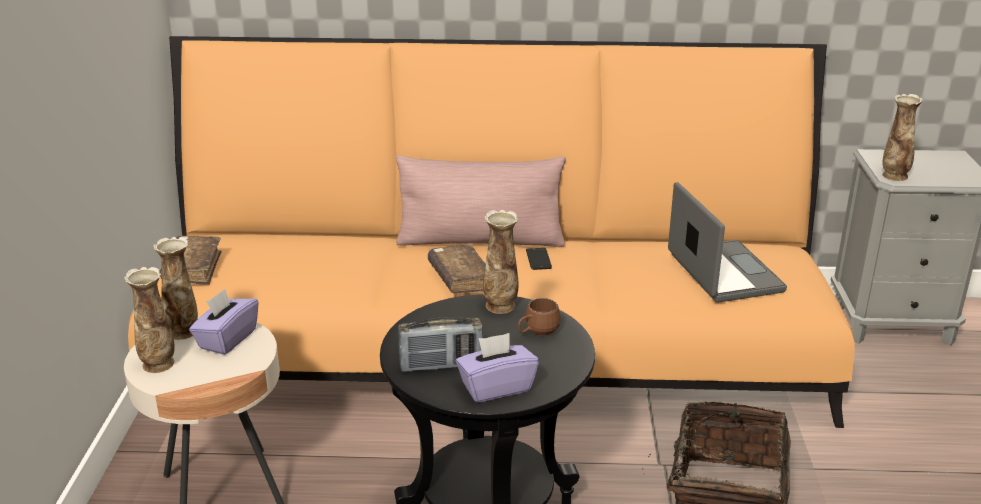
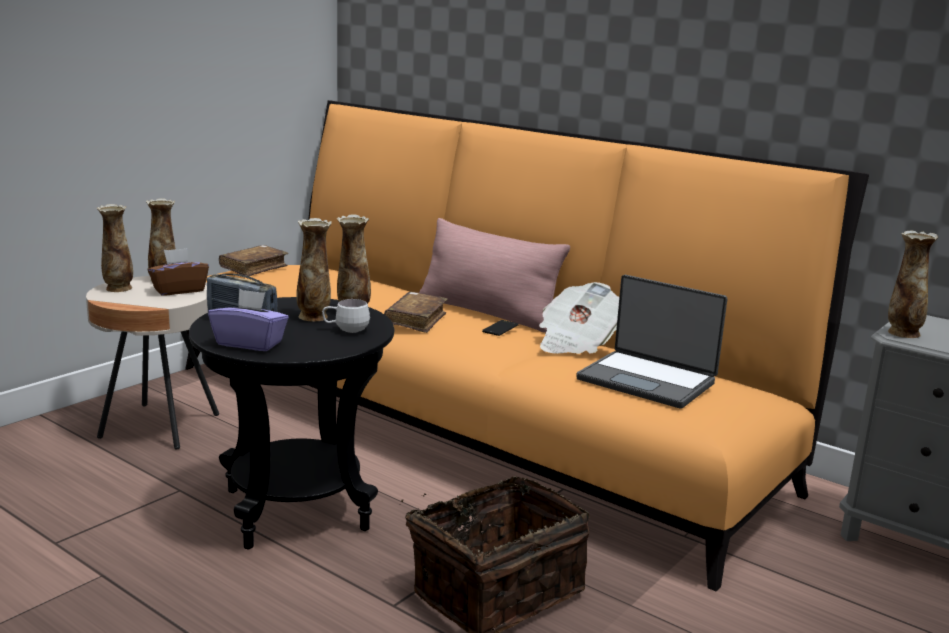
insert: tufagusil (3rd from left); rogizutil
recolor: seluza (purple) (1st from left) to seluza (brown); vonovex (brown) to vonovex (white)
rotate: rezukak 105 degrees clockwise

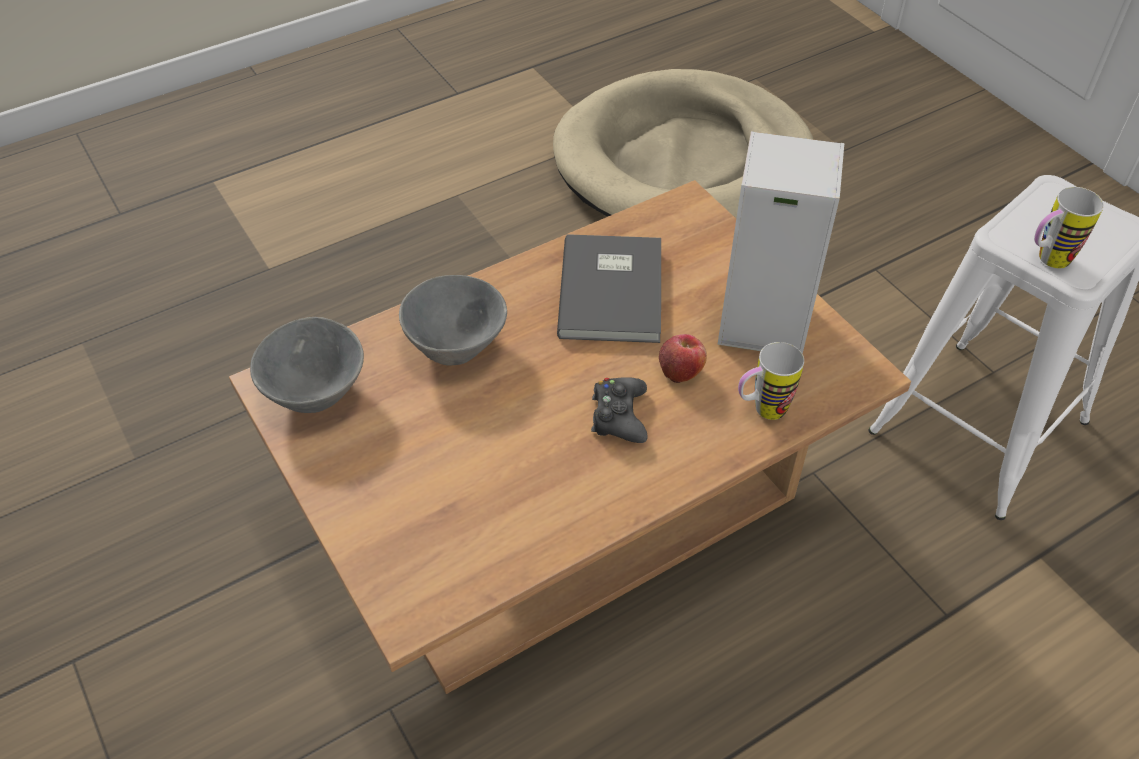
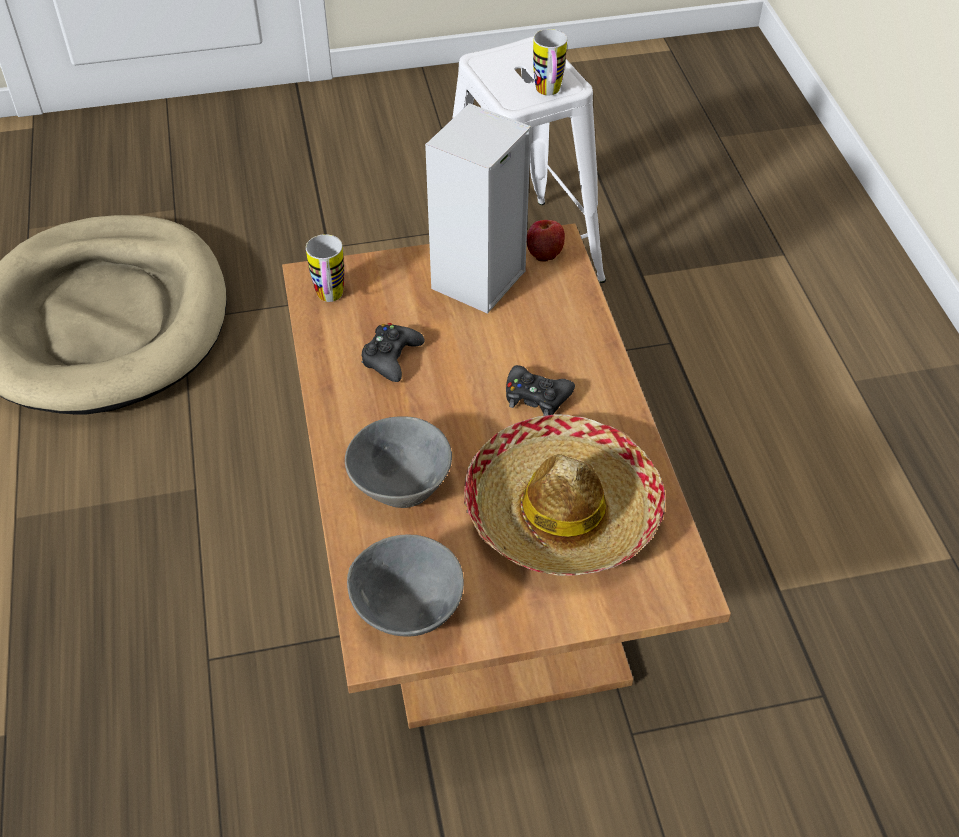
insert: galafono
move: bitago; vonovex (1st from left)
replace: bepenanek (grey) to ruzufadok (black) (1st from left)

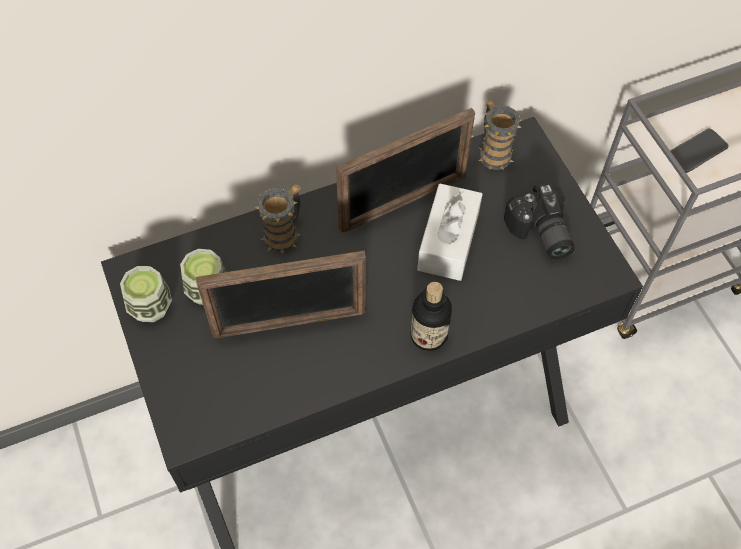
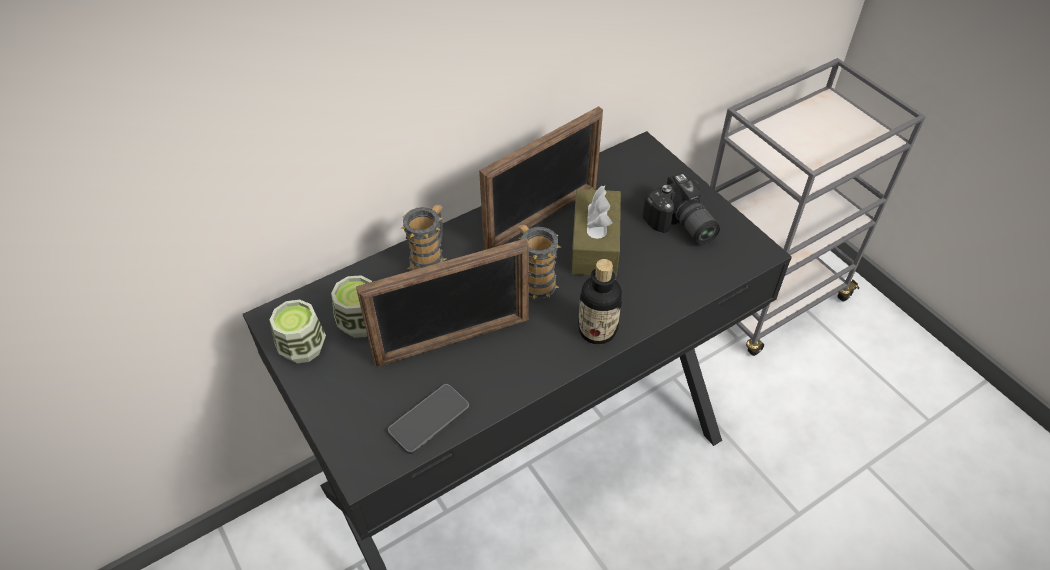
move: vonovex (2nd from left); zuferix
recolor: seluza (white) to seluza (brown)

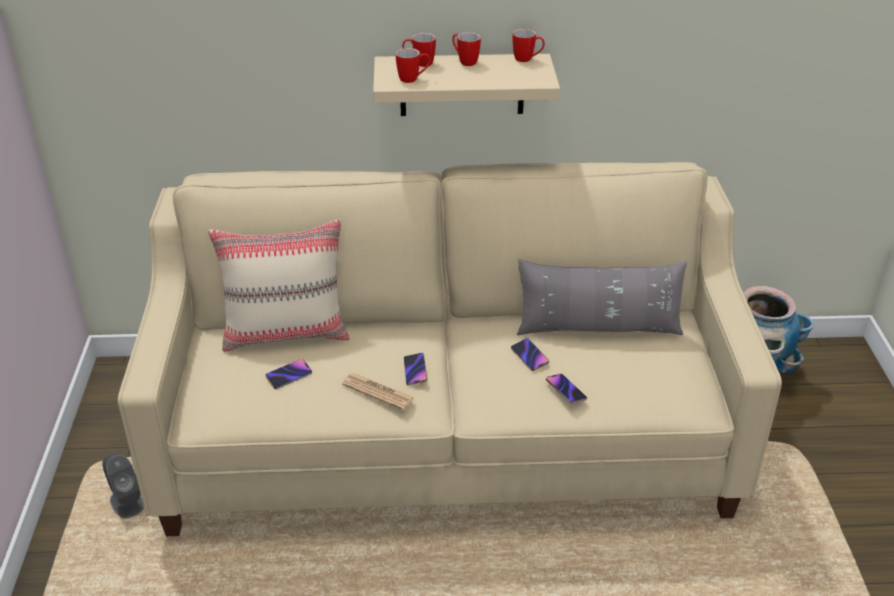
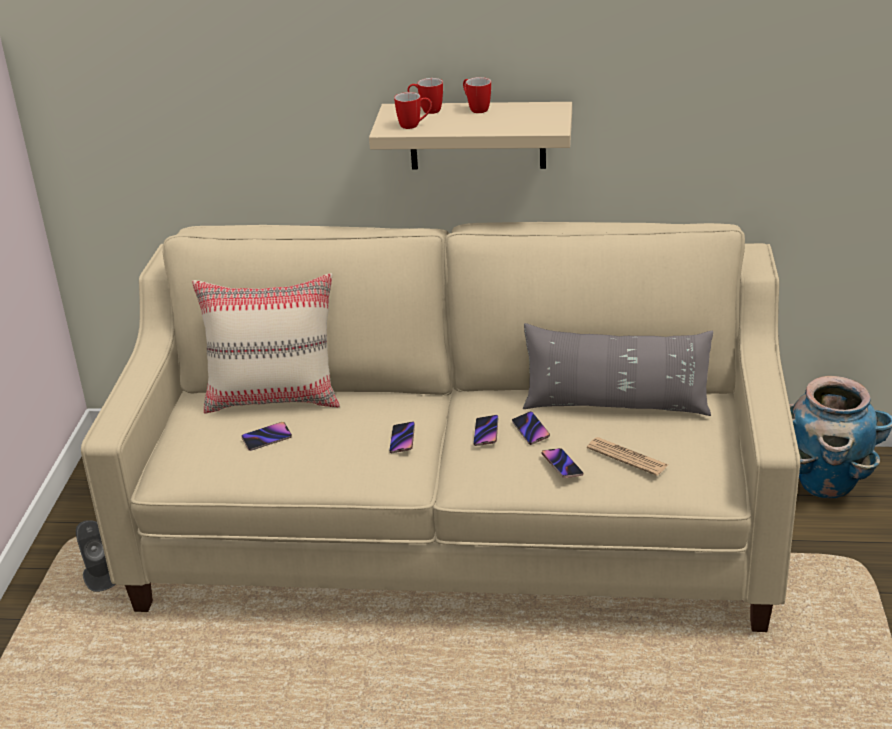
delete: vonovex (4th from left)
insert: zuferix (3rd from left)
move: rogizutil

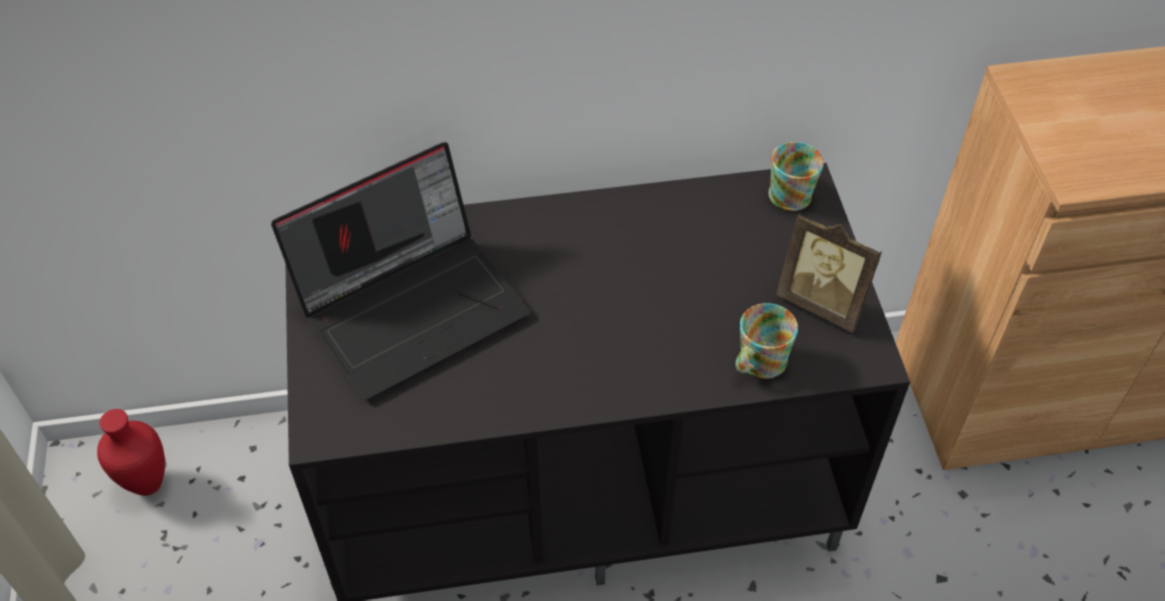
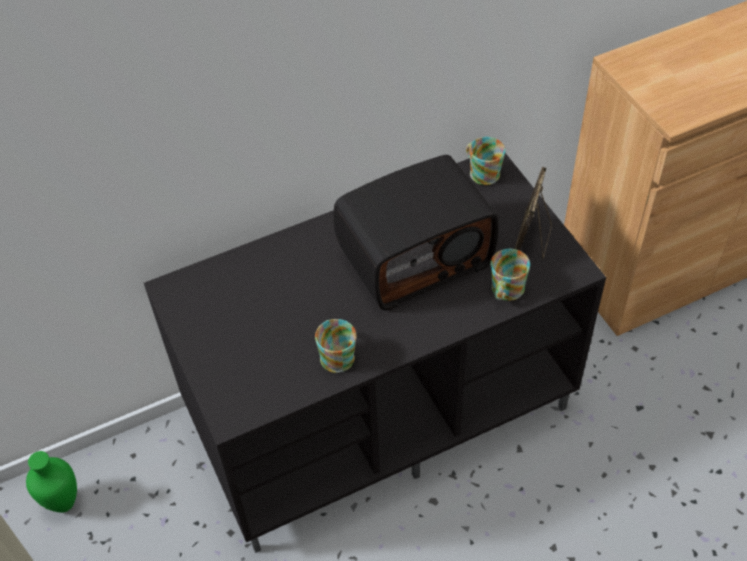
delete: rezukak
insert: vonovex (1st from left); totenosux
recolor: tufagusil (red) to tufagusil (green)
rotate: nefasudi 90 degrees clockwise

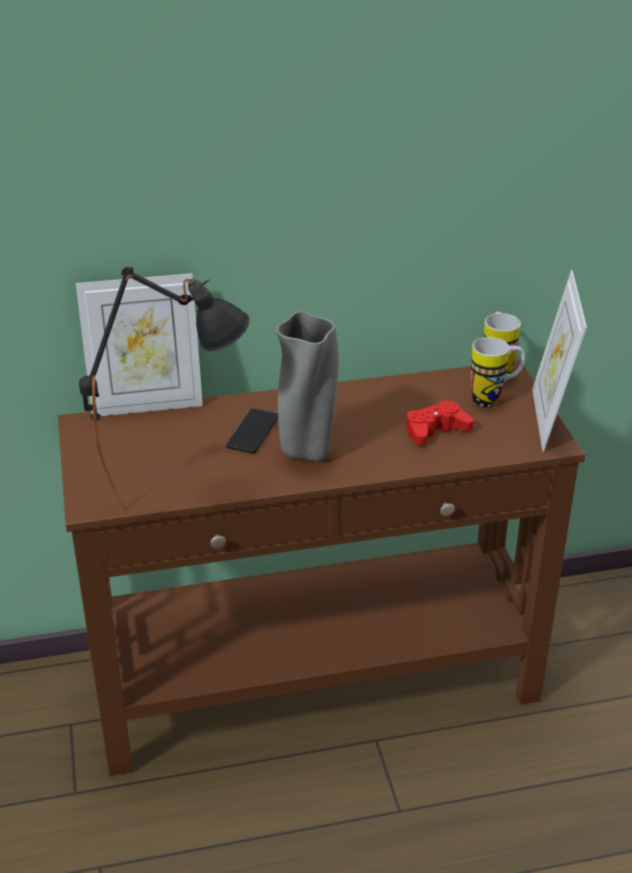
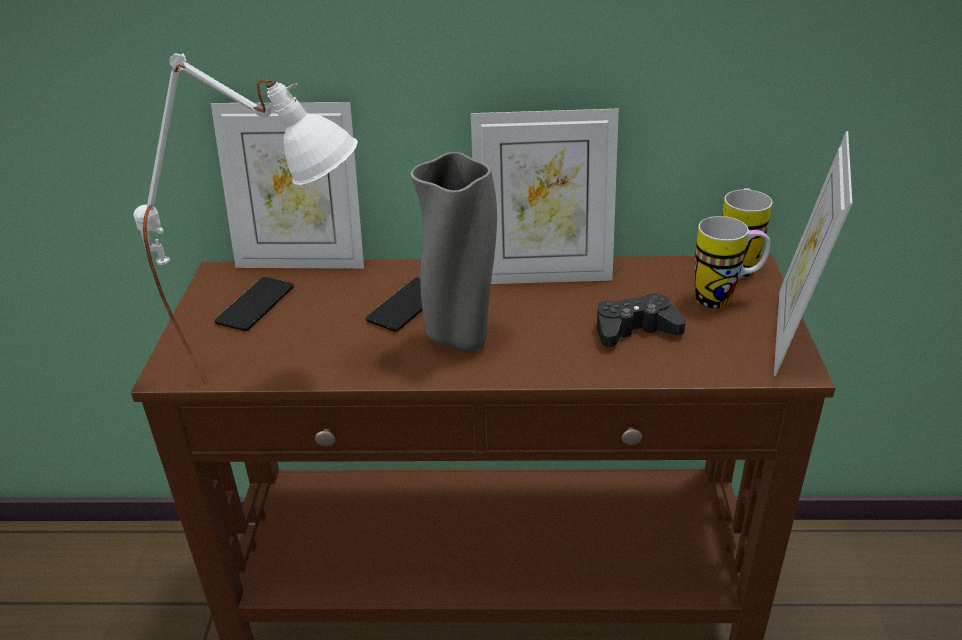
insert: zuferix (1st from left); nefasudi (2nd from left)
recolor: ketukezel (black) to ketukezel (white); ruzufadok (red) to ruzufadok (black)

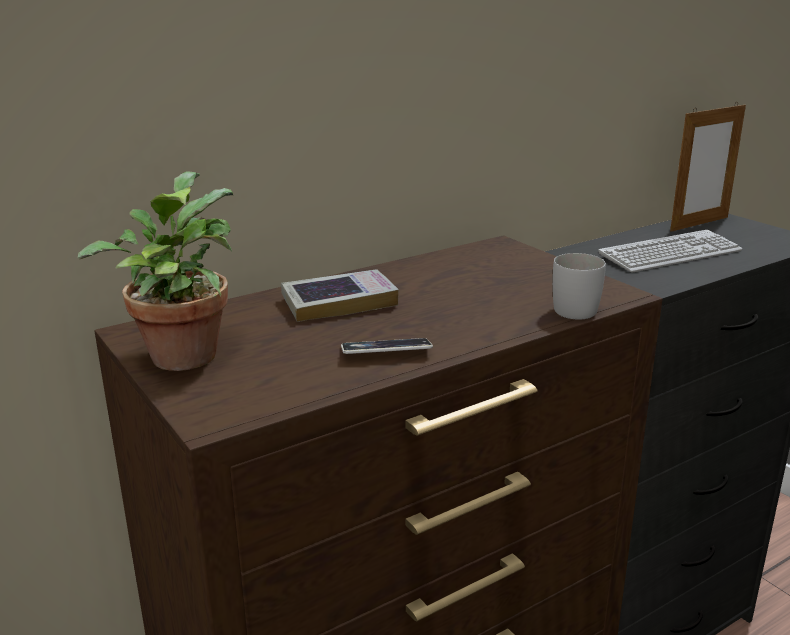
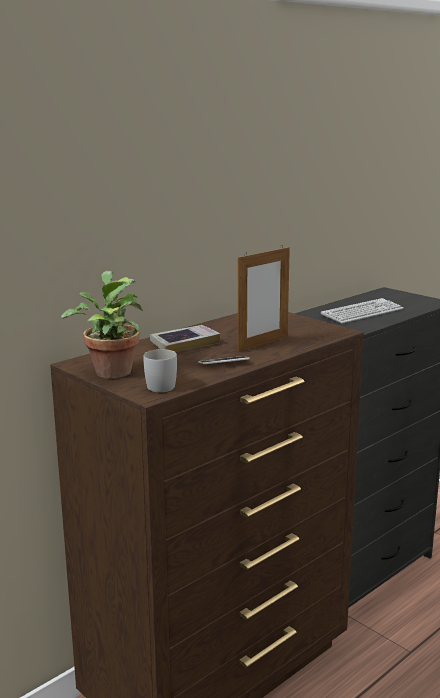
move: vonovex (white); nefasudi

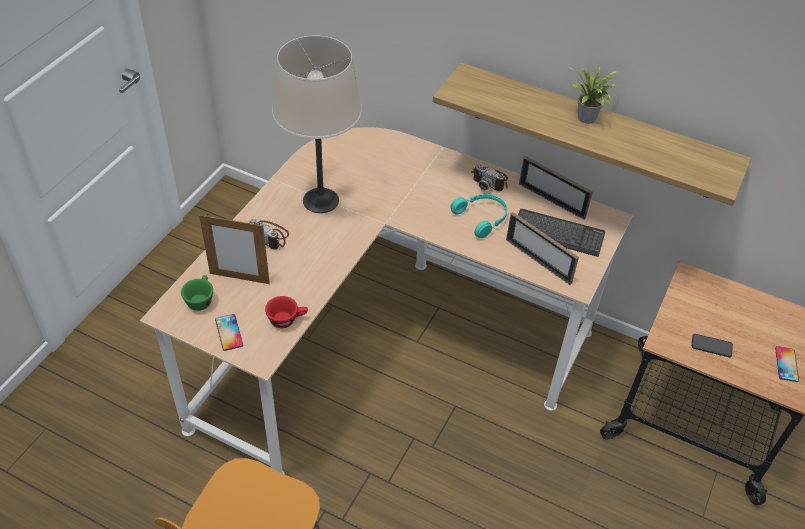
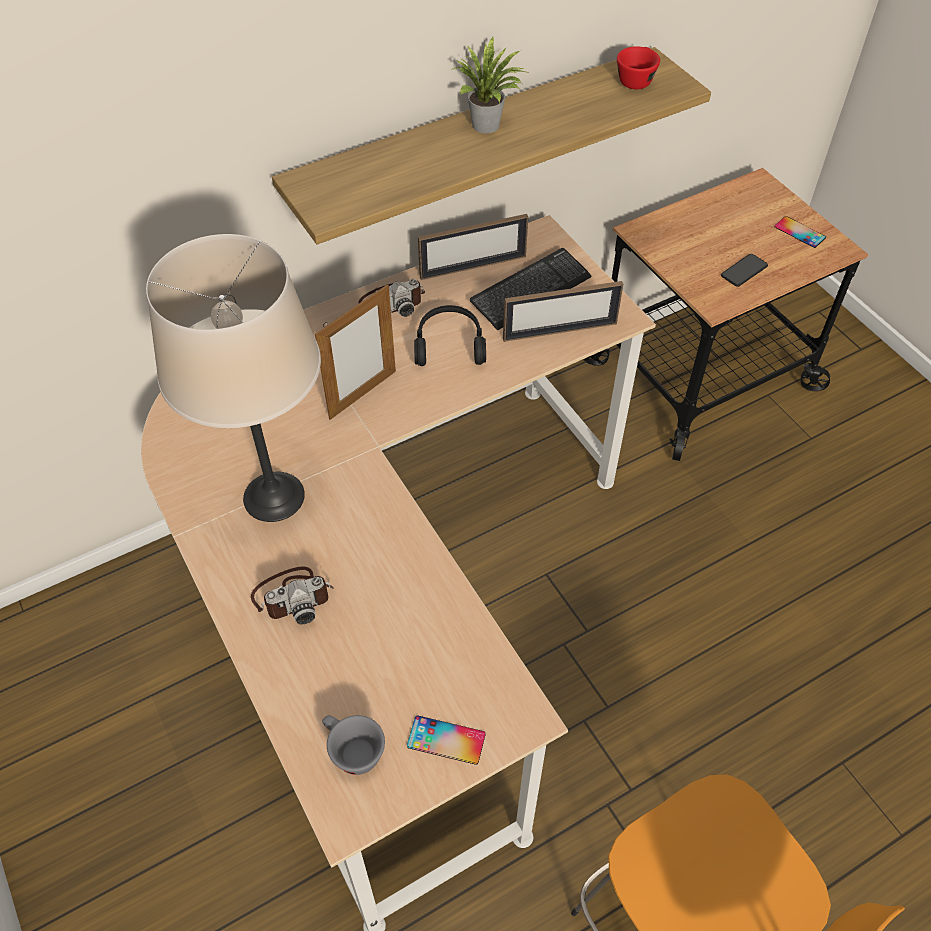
move: nefasudi (1st from left); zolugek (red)
recolor: zolugek (green) to zolugek (grey); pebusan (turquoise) to pebusan (black)

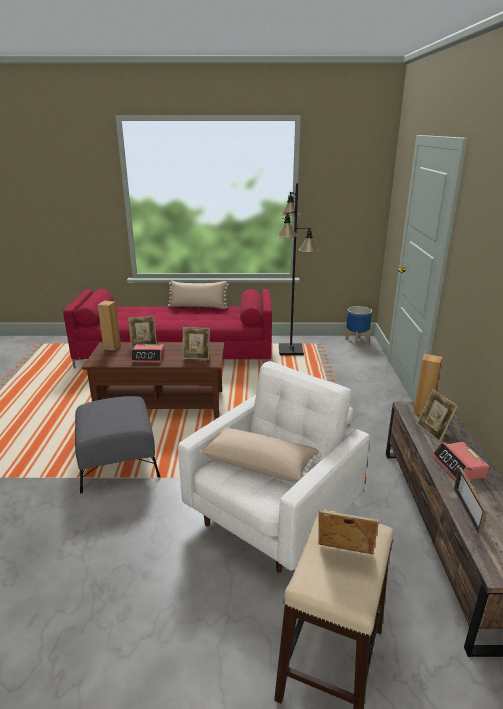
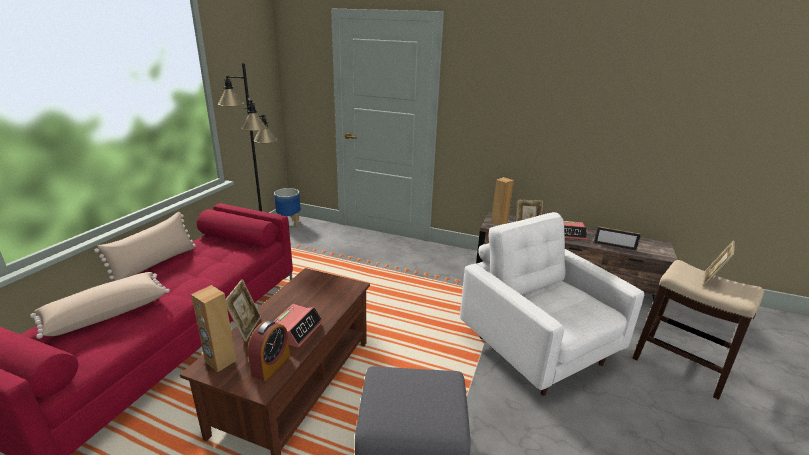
delete: nefasudi (2nd from left)
insert: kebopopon (1st from left)
move: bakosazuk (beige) (2nd from left in the first image) to bakosazuk (beige) (1st from left)

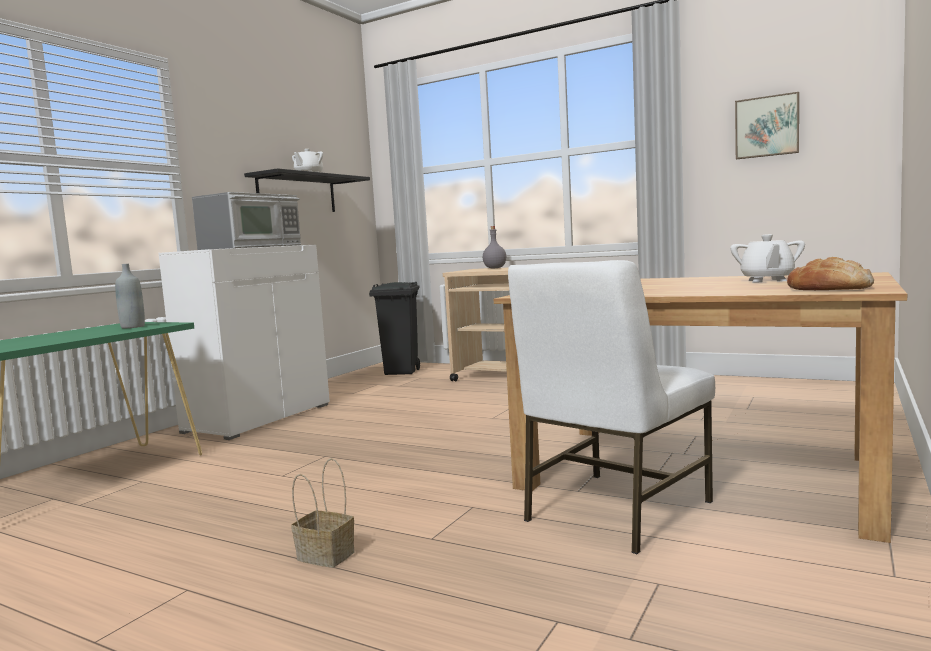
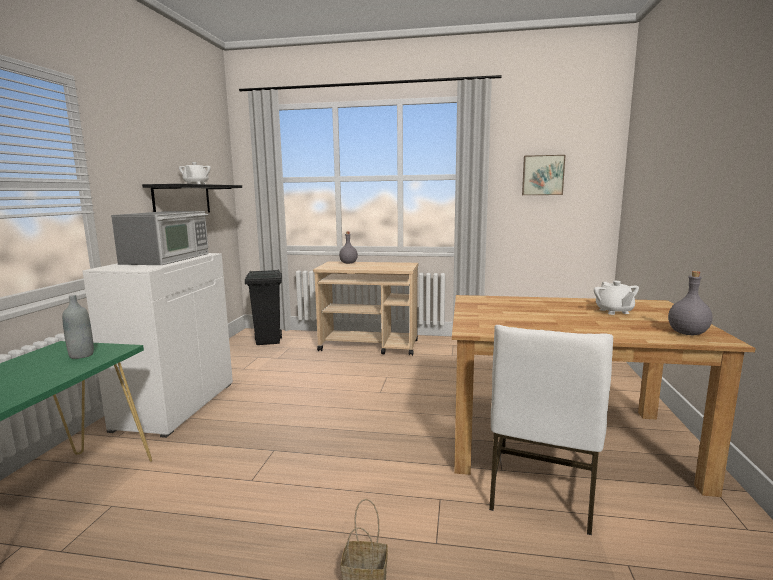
replace: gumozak to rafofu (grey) (3rd from left)

